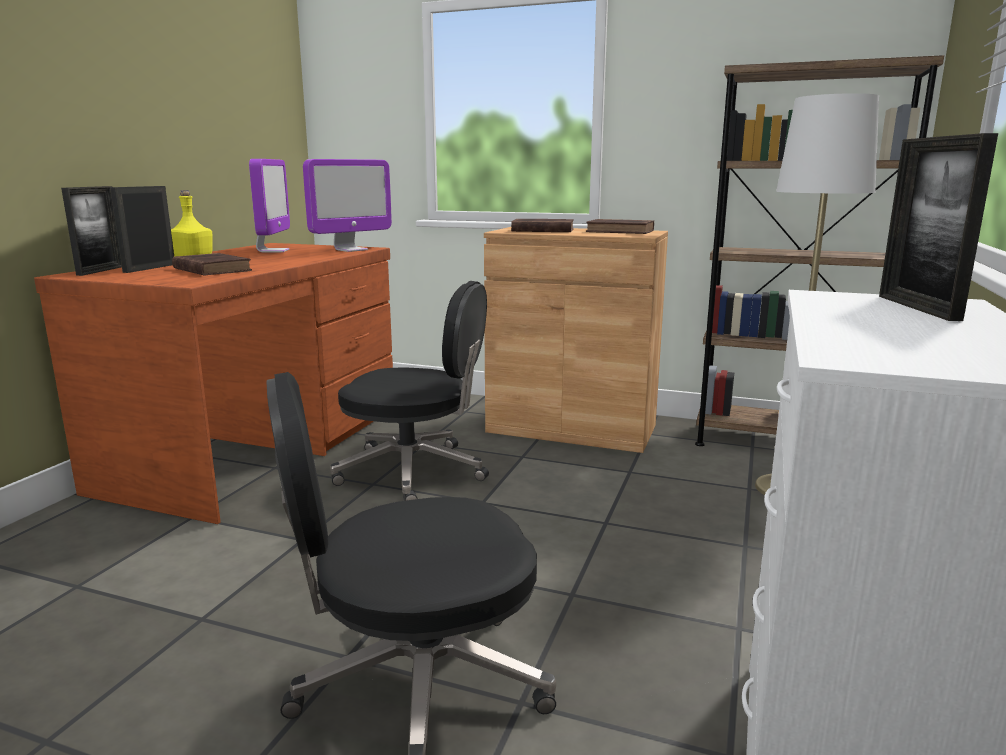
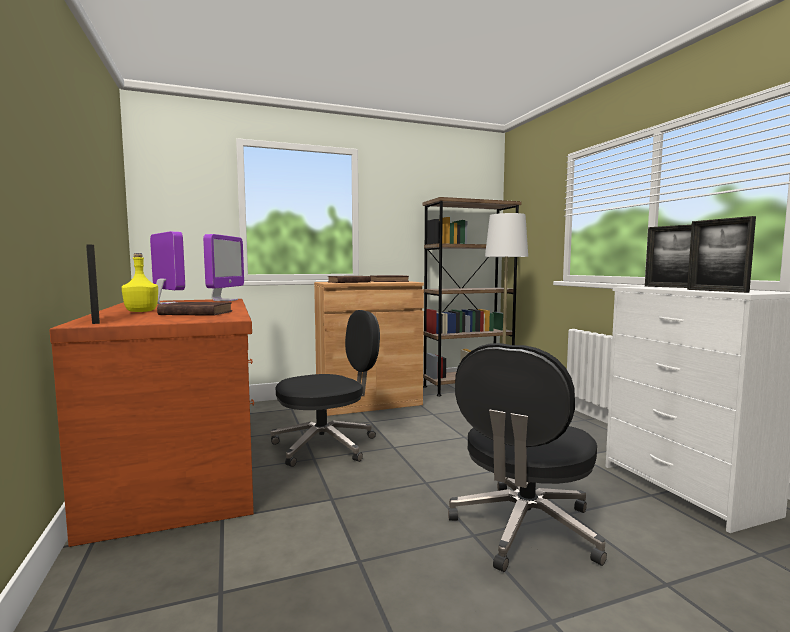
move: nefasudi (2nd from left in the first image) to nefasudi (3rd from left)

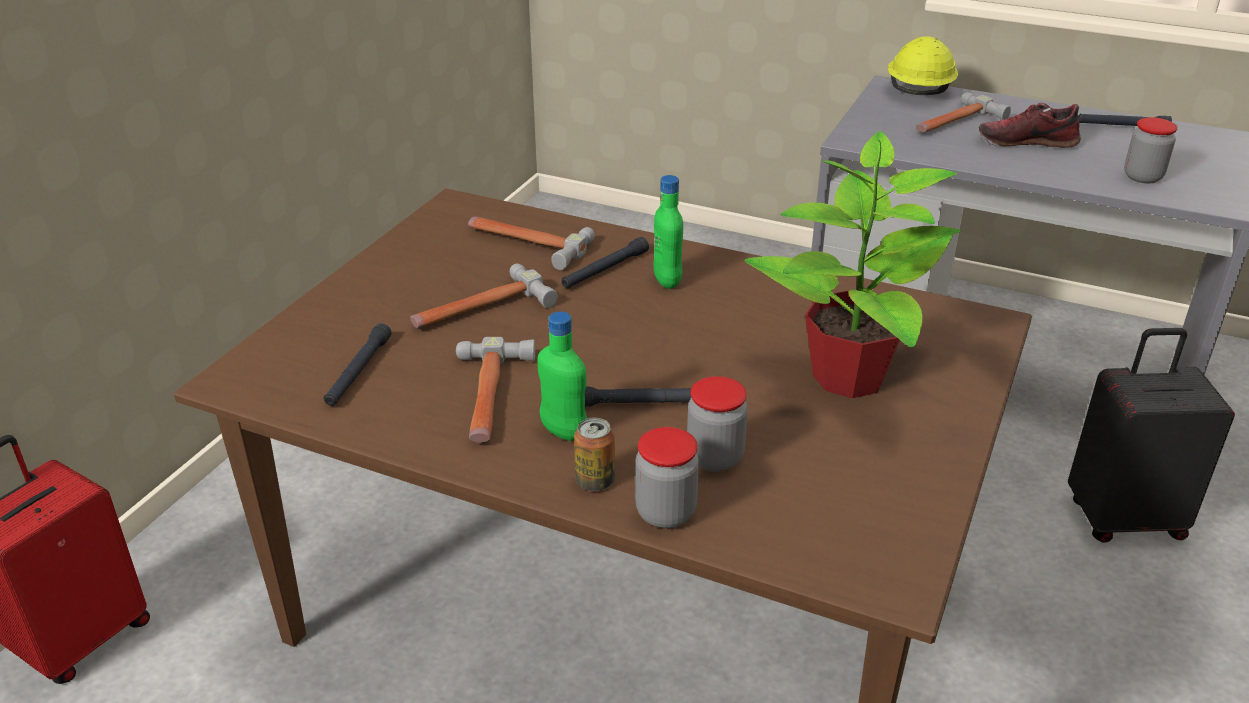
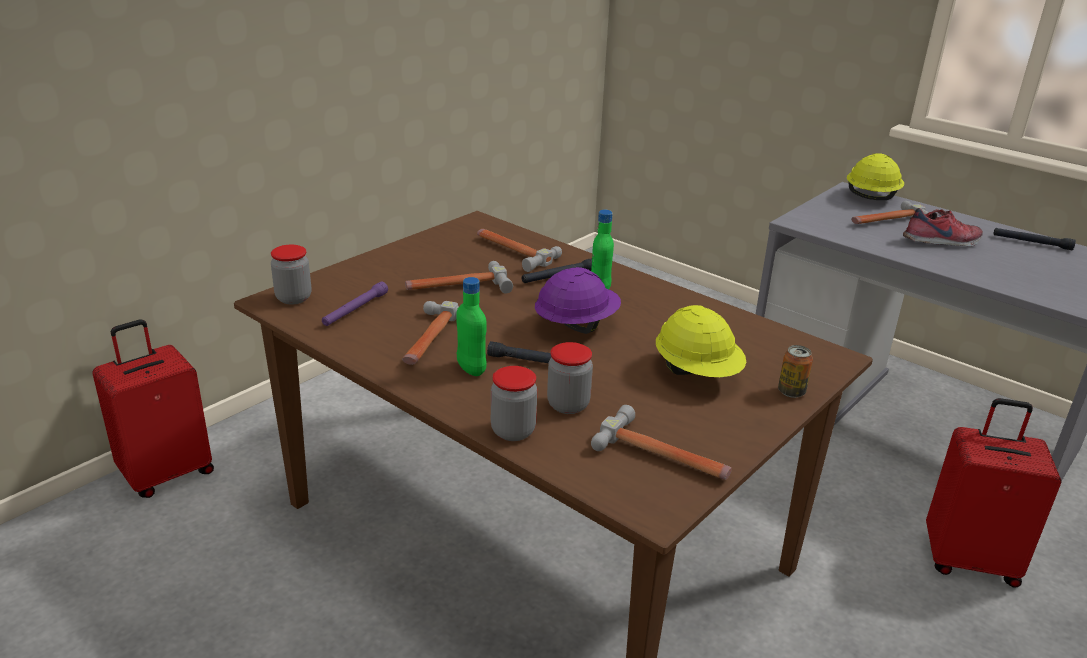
insert: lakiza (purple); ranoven (4th from left)
move: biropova; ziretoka (3rd from left in the first image) to ziretoka (1st from left)
replace: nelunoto to lakiza (yellow) (1st from left)
recolor: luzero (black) (1st from left) to luzero (purple); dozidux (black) to dozidux (red) (2nd from left)
rotate: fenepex 150 degrees clockwise

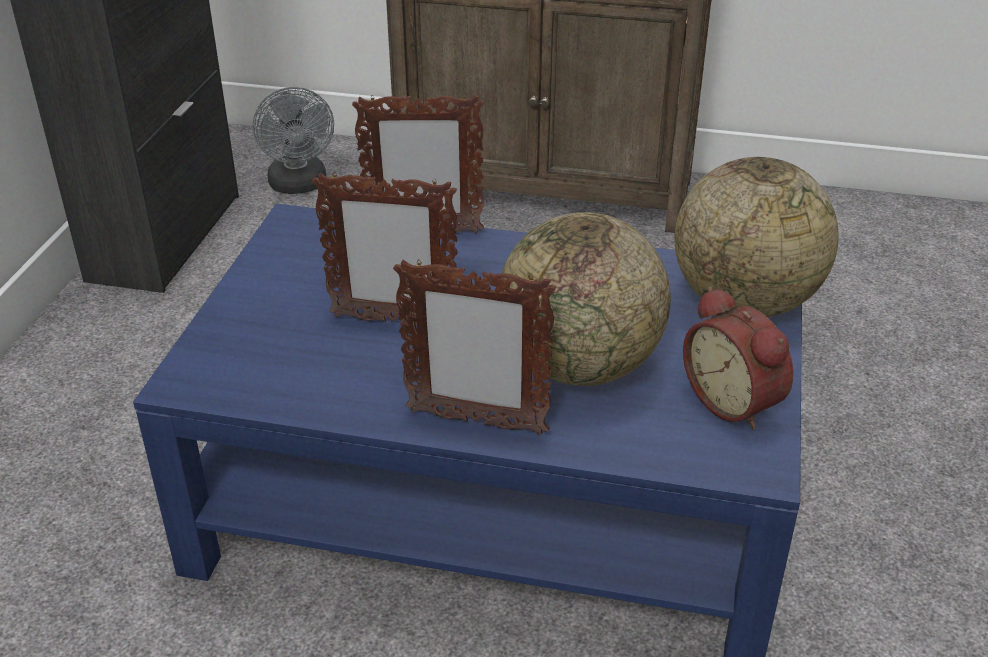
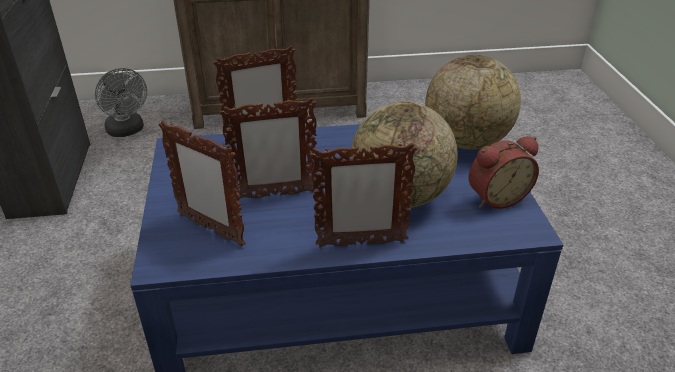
insert: nefasudi (1st from left)
rotate: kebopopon 60 degrees counterclockwise

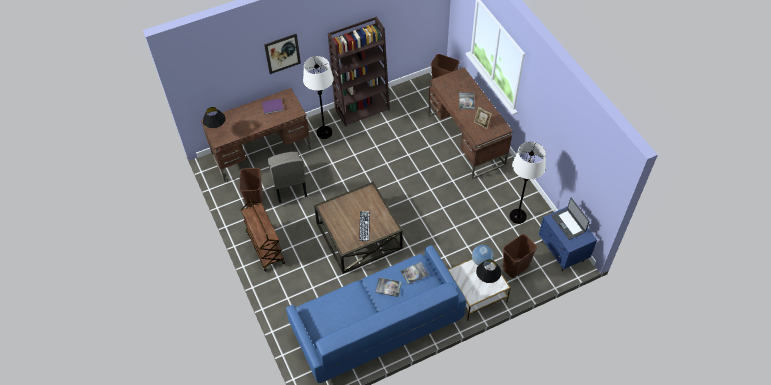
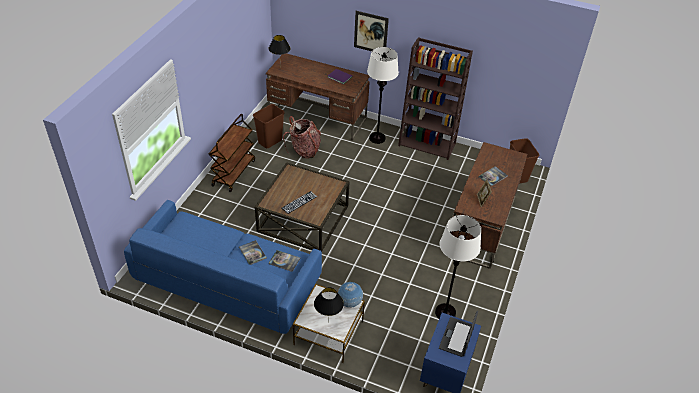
delete: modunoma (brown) (3rd from left)
replace: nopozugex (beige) to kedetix

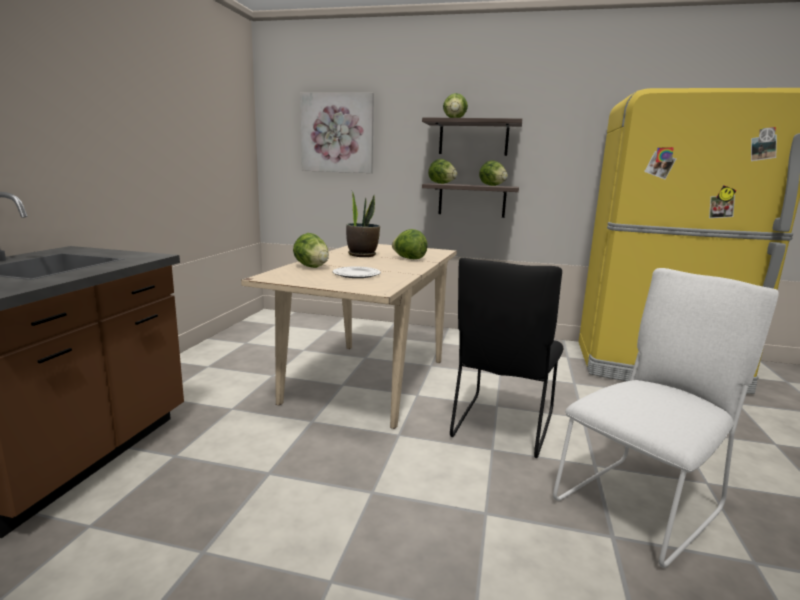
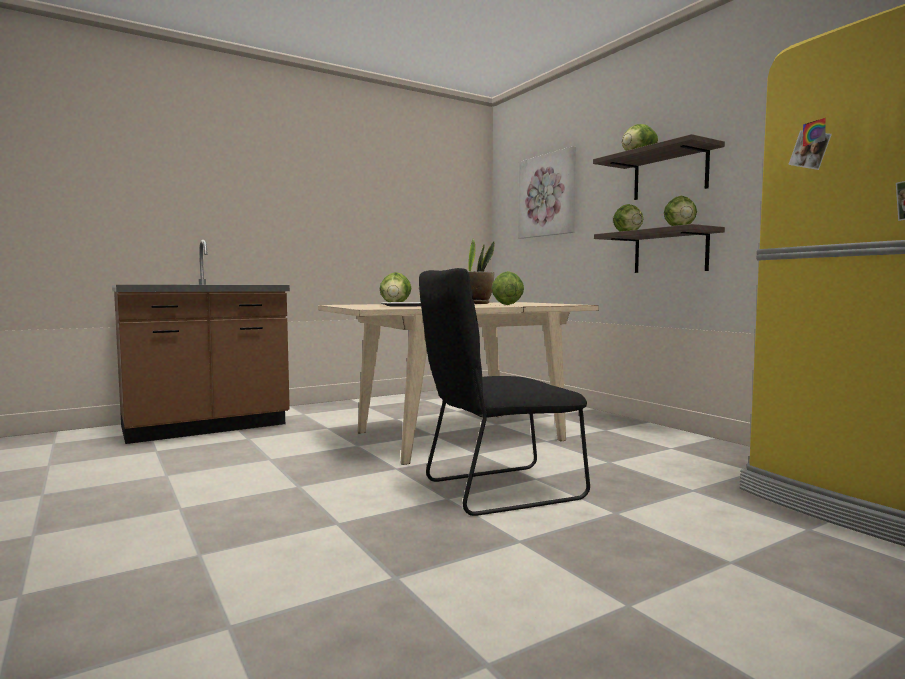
delete: nopozugex (white)

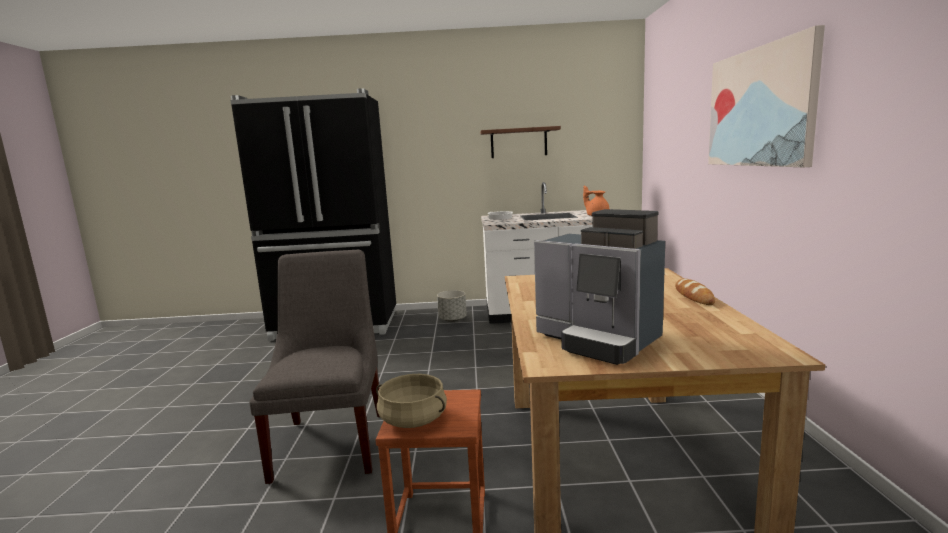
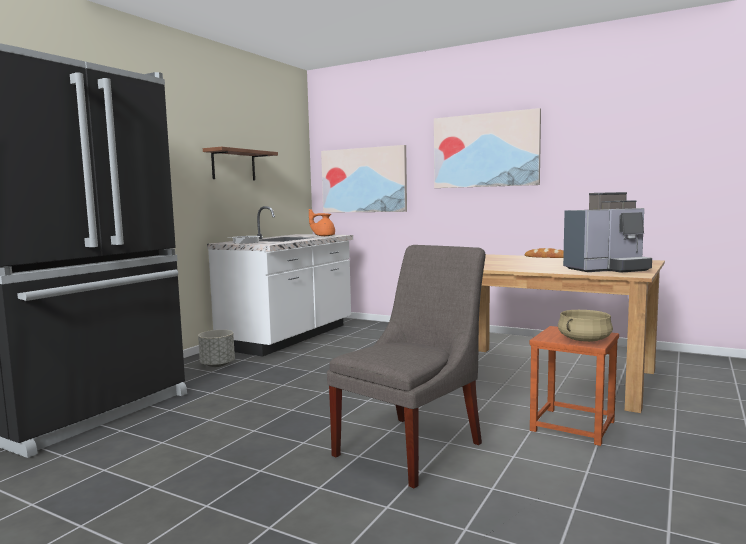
insert: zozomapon (1st from left)
rotate: nopozugex (grey) 105 degrees clockwise

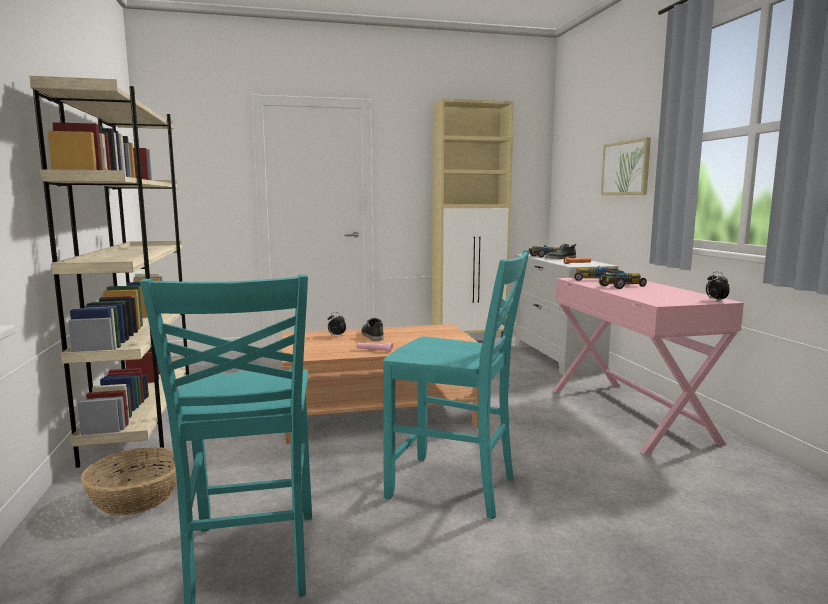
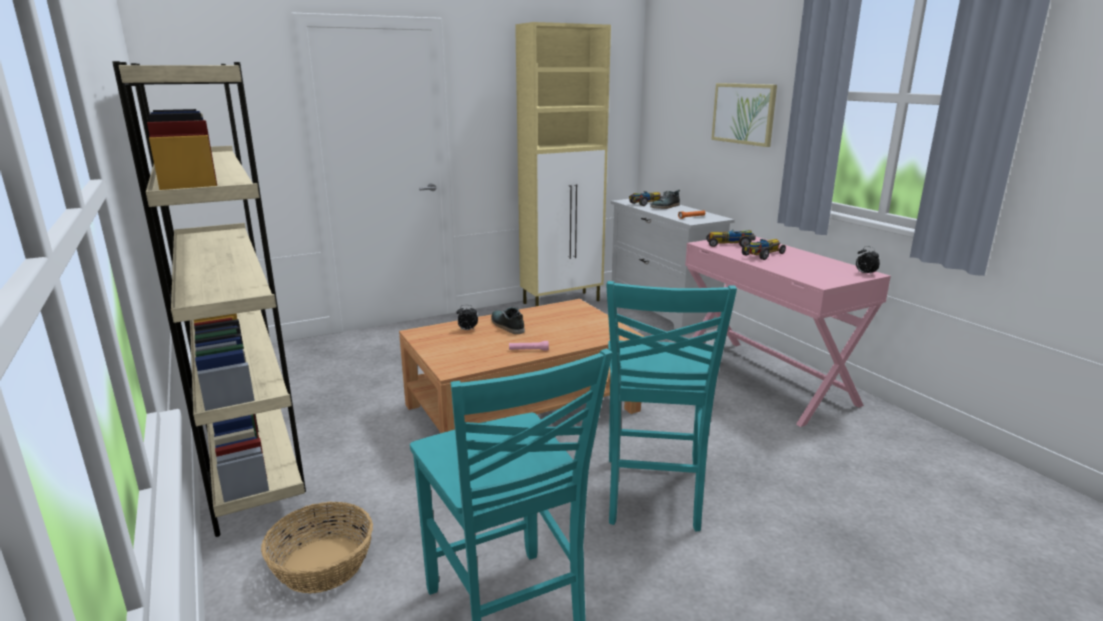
rotate: nopozugex (turquoise) (2nd from left) 90 degrees clockwise

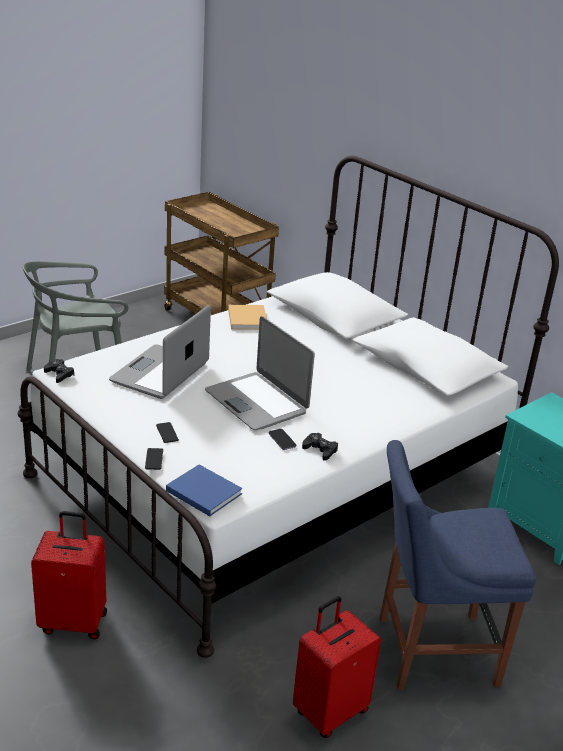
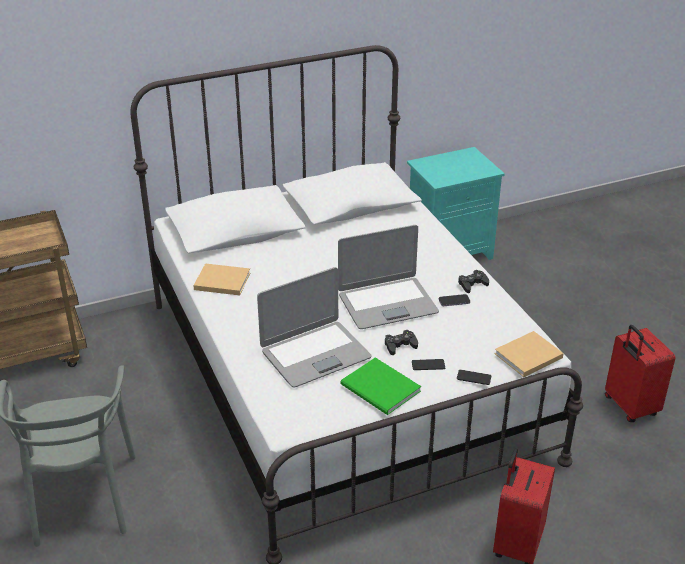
delete: nopozugex (blue)
insert: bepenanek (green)
move: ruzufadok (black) (1st from left)
recolor: bepenanek (blue) to bepenanek (beige) (2nd from left)
rotate: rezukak (1st from left) 75 degrees counterclockwise

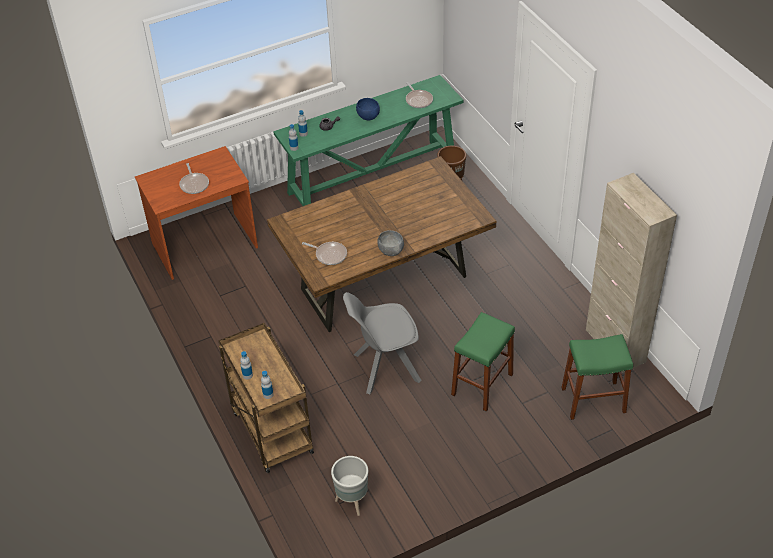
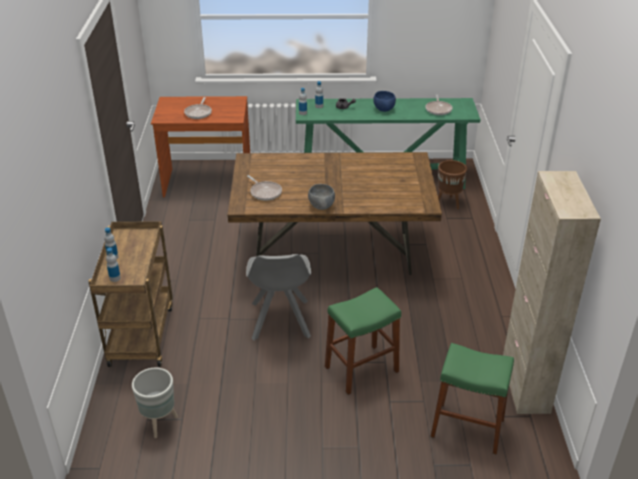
rotate: nopozugex (grey) 105 degrees counterclockwise

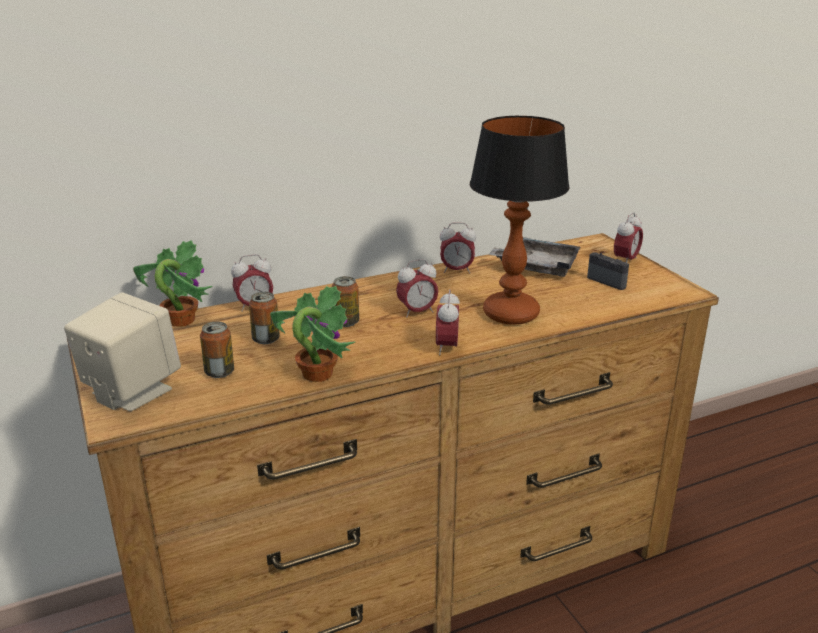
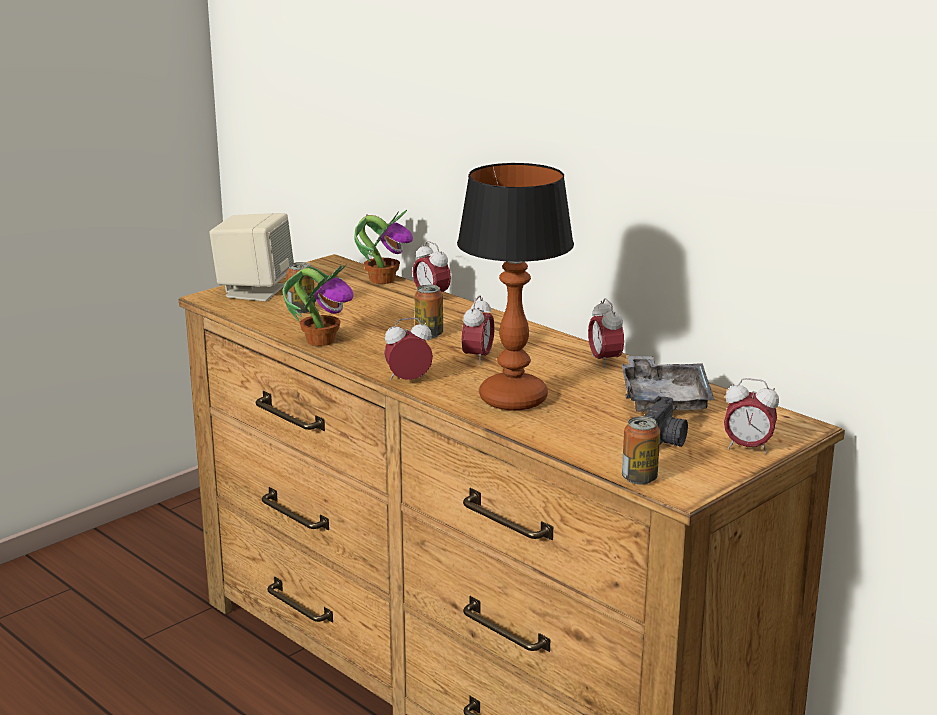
move: biropova (2nd from left in the first image) to biropova (3rd from left)
rotate: kebopopon (2nd from left in the first image) 120 degrees counterclockwise

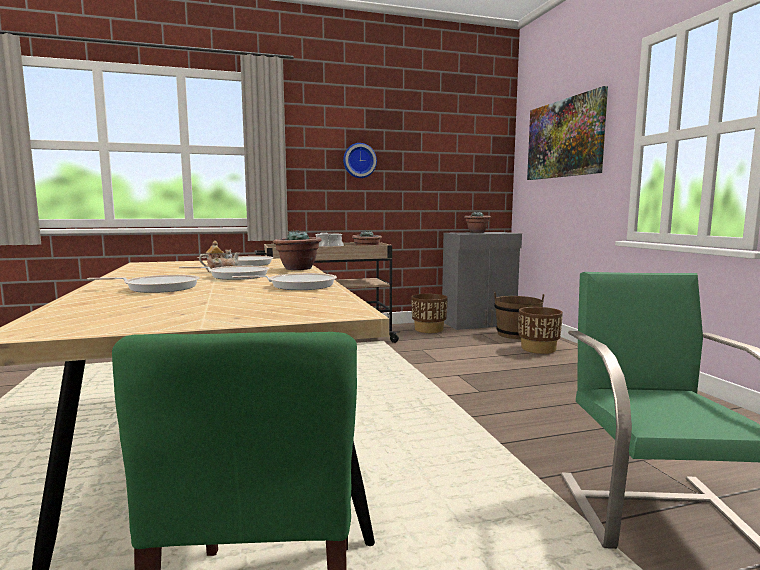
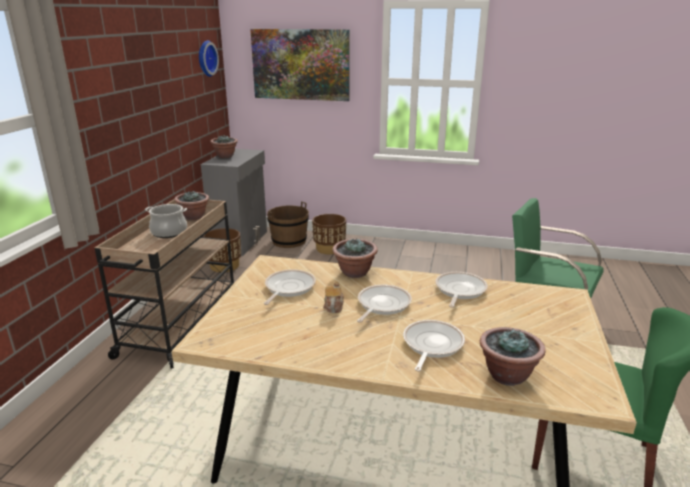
insert: nelunoto (4th from left)
move: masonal

